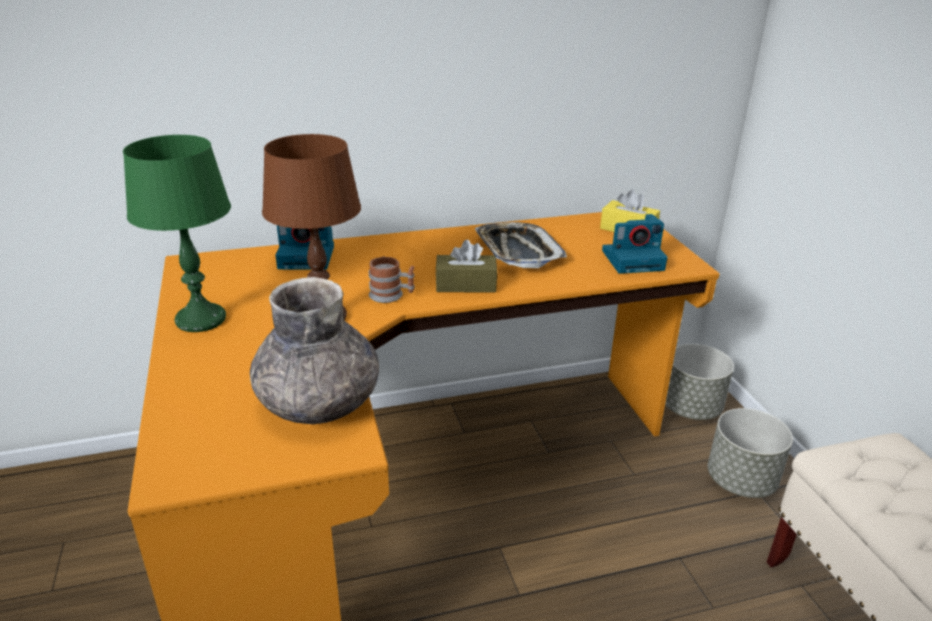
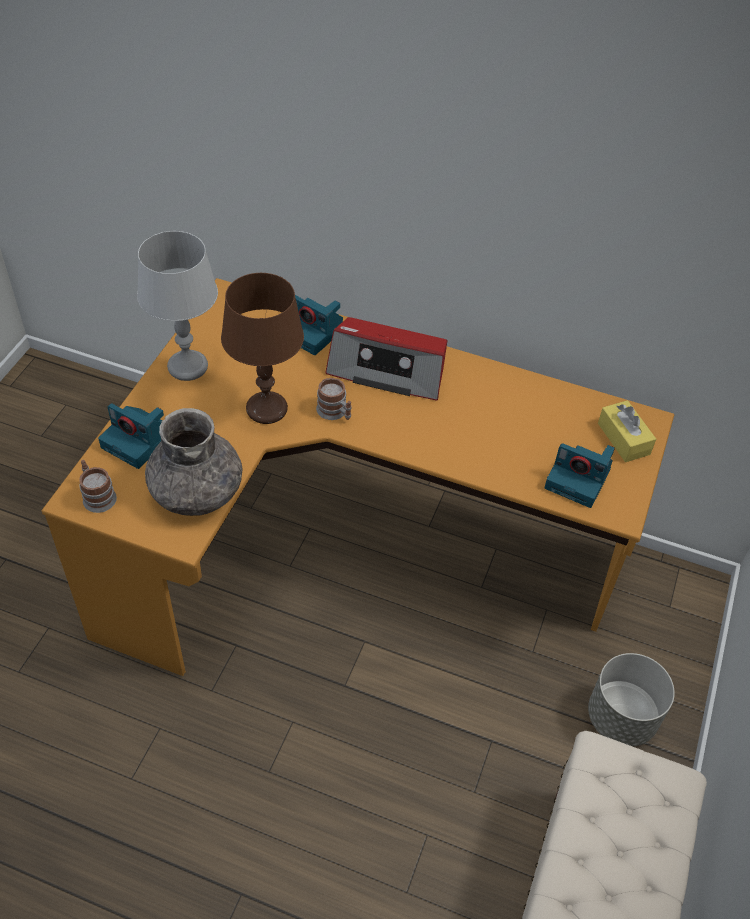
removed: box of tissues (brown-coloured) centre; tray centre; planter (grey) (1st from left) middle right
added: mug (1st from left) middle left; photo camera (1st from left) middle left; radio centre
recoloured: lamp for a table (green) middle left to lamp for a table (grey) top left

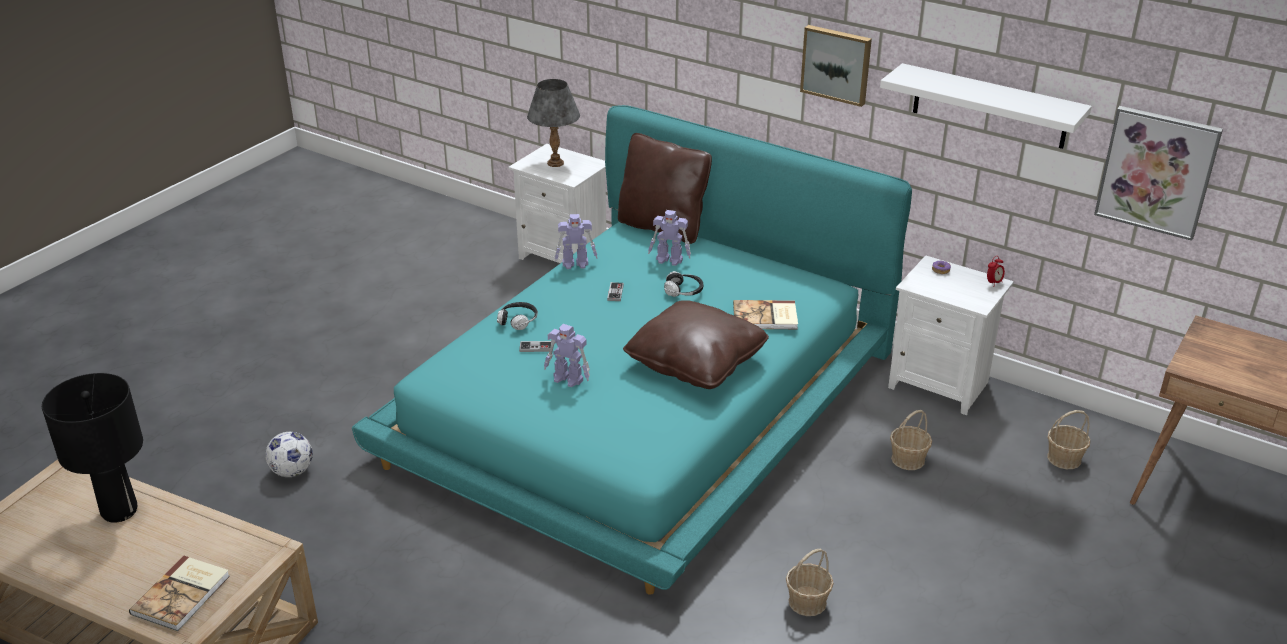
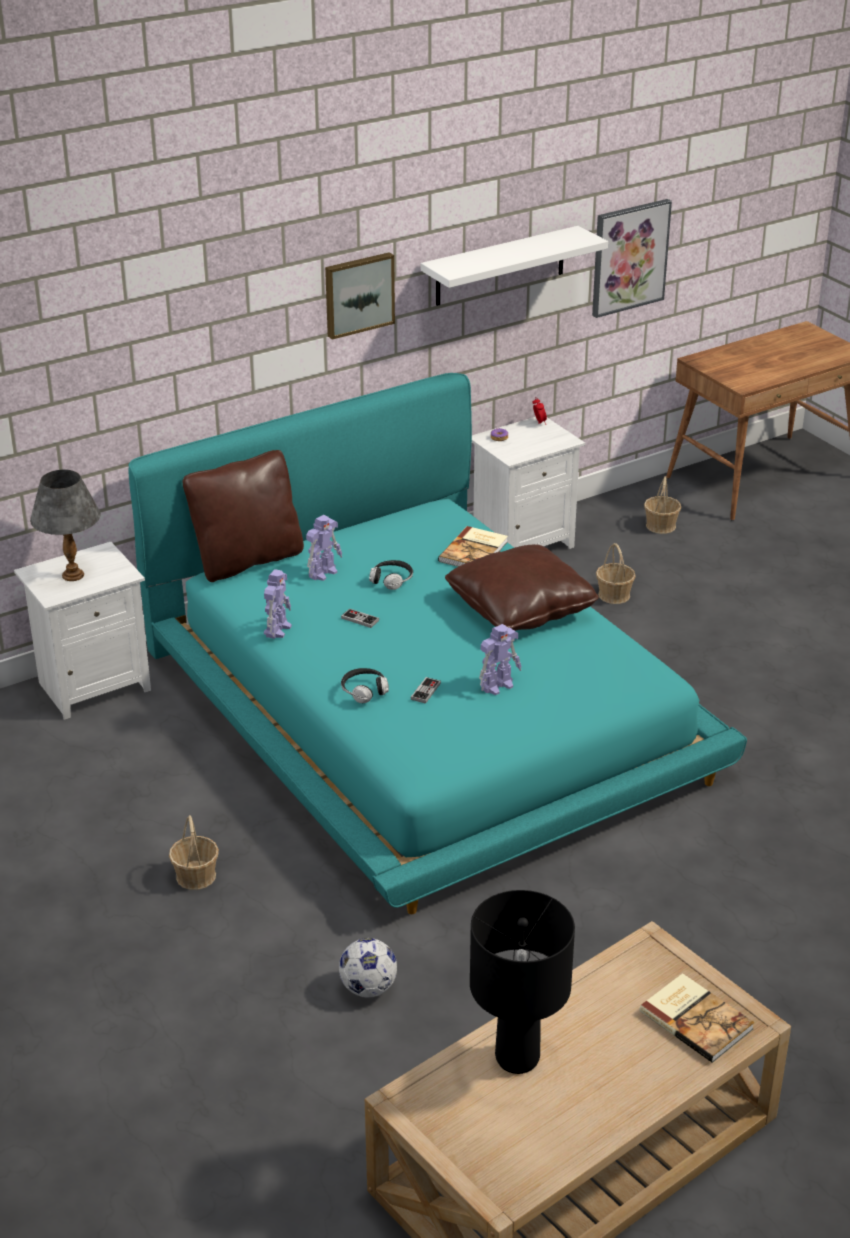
moved: storage basket (1st from left) bottom centre to bottom left

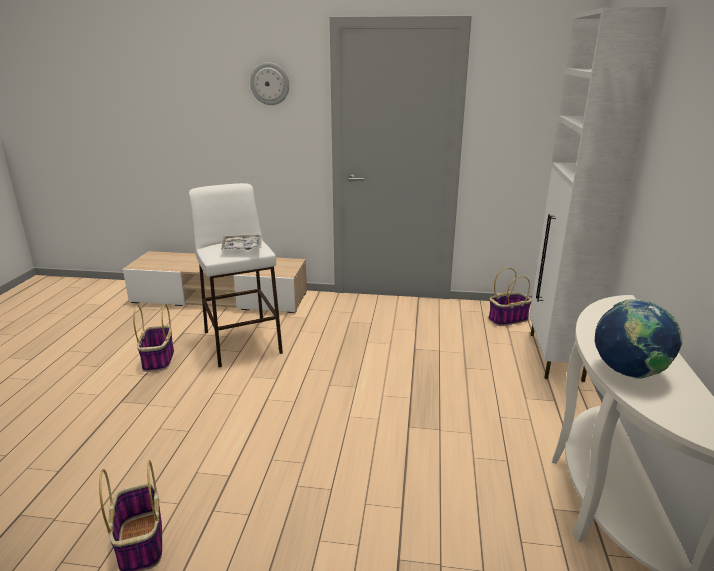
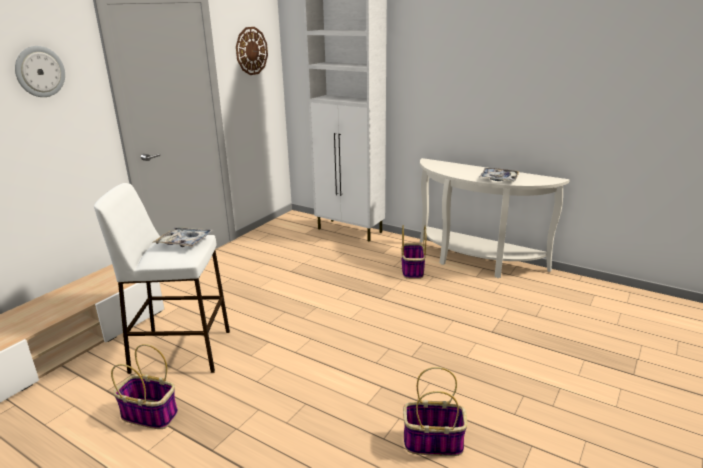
added: wall clock (2nd from left) top centre
moved: storage basket (3rd from left in the first image) middle right to storage basket (2nd from left) centre
replaced: desk globe middle right to tray (2nd from left) middle right

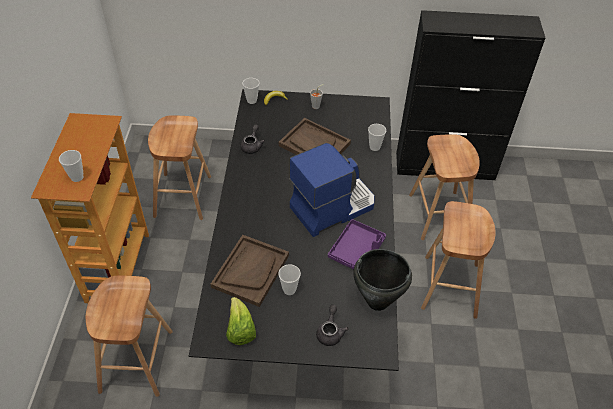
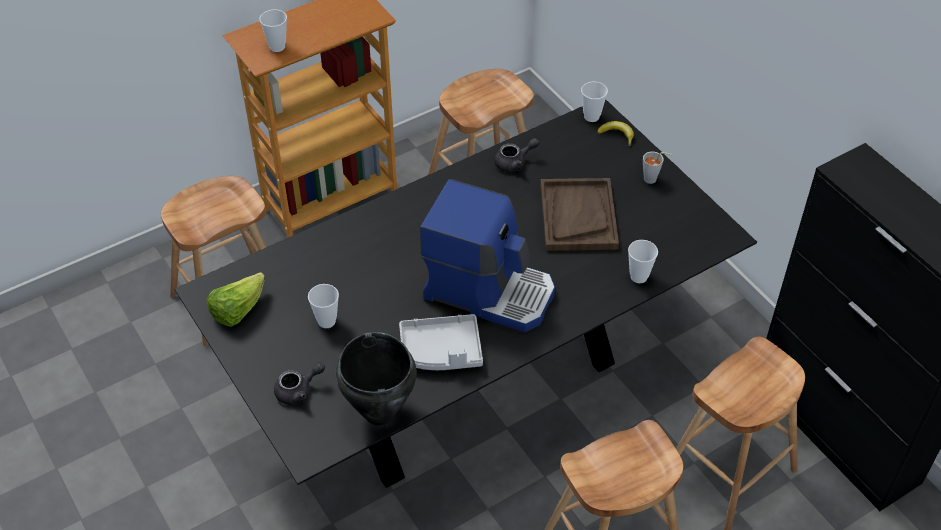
removed: tray (brown-coloured) (1st from left) centre
recoloured: tray (purple-coloured) centre to tray (grey) centre

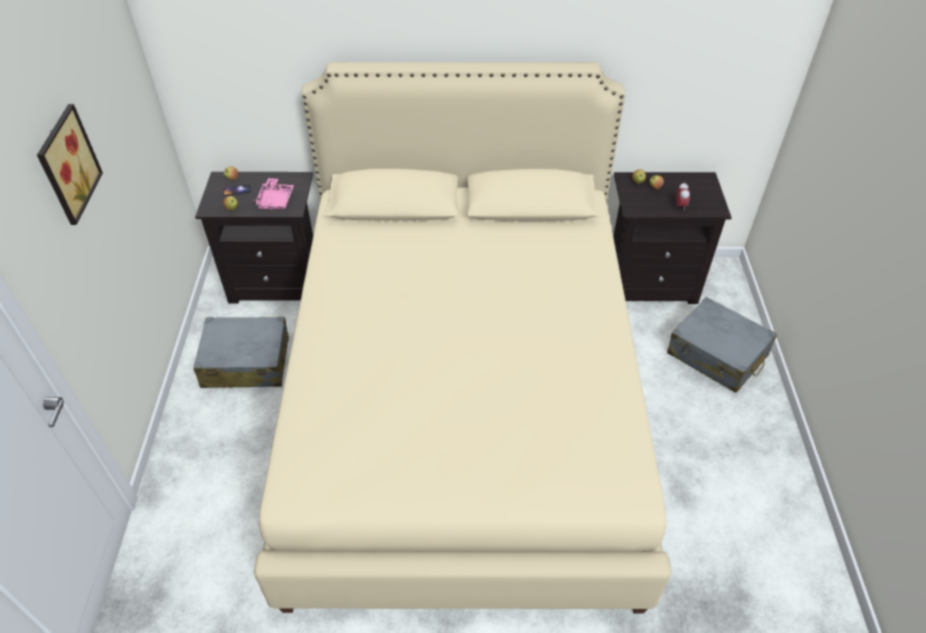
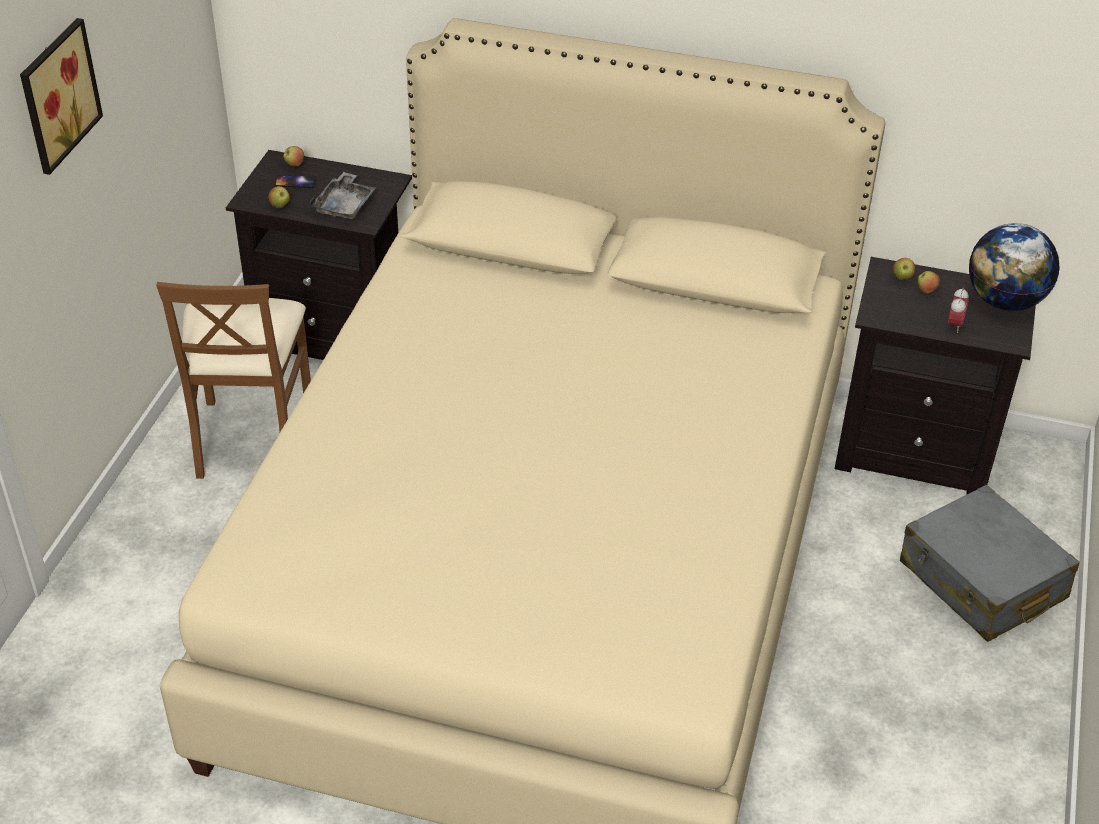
added: desk globe top right
replaced: piece of luggage (grey) (1st from left) middle left to upright chair (brown-coloured) middle left
recoloured: tray (pink) top left to tray (grey) top left

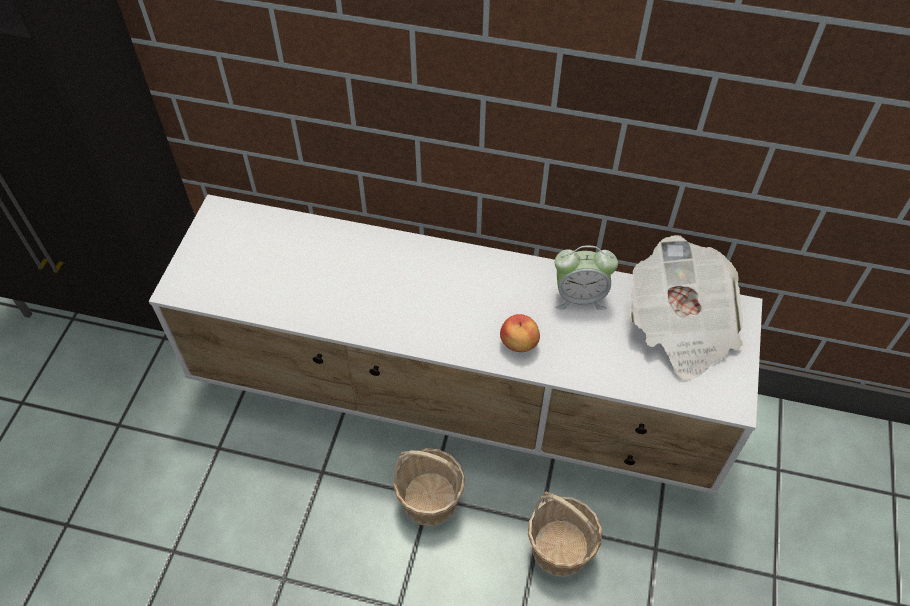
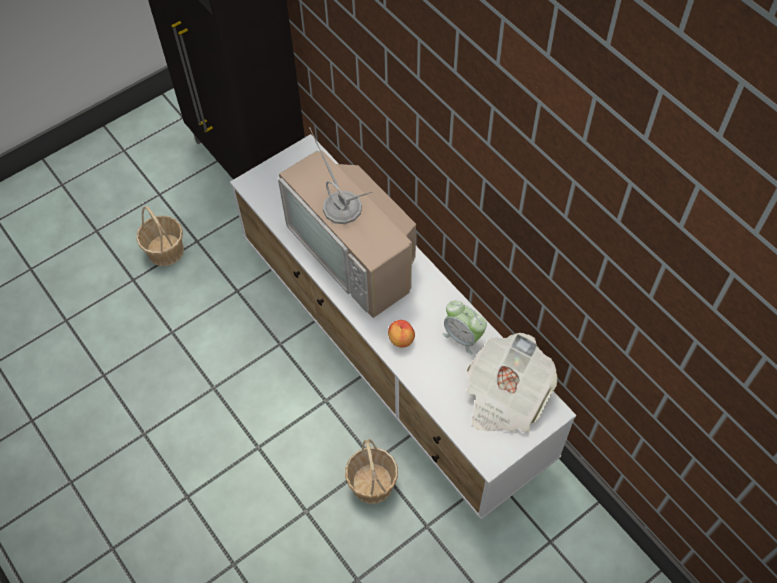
added: TV set centre
moved: storage basket (1st from left) bottom centre to middle left

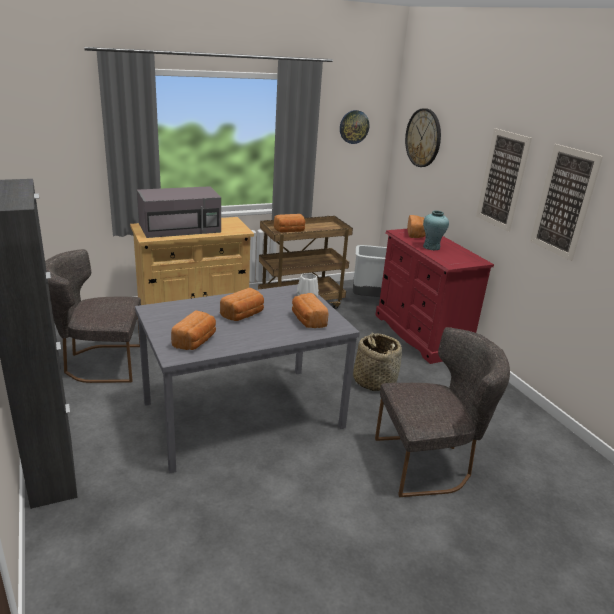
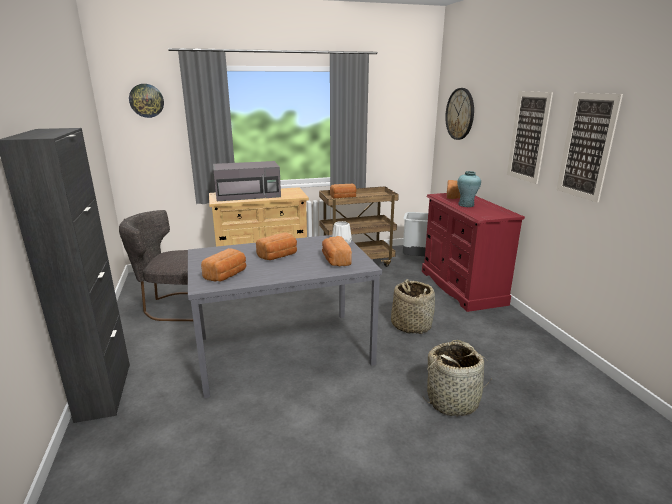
moved: wall clock (1st from left) top centre to top left
replaced: upright chair (grey) (2nd from left) bottom right to storage basket (2nd from left) bottom right

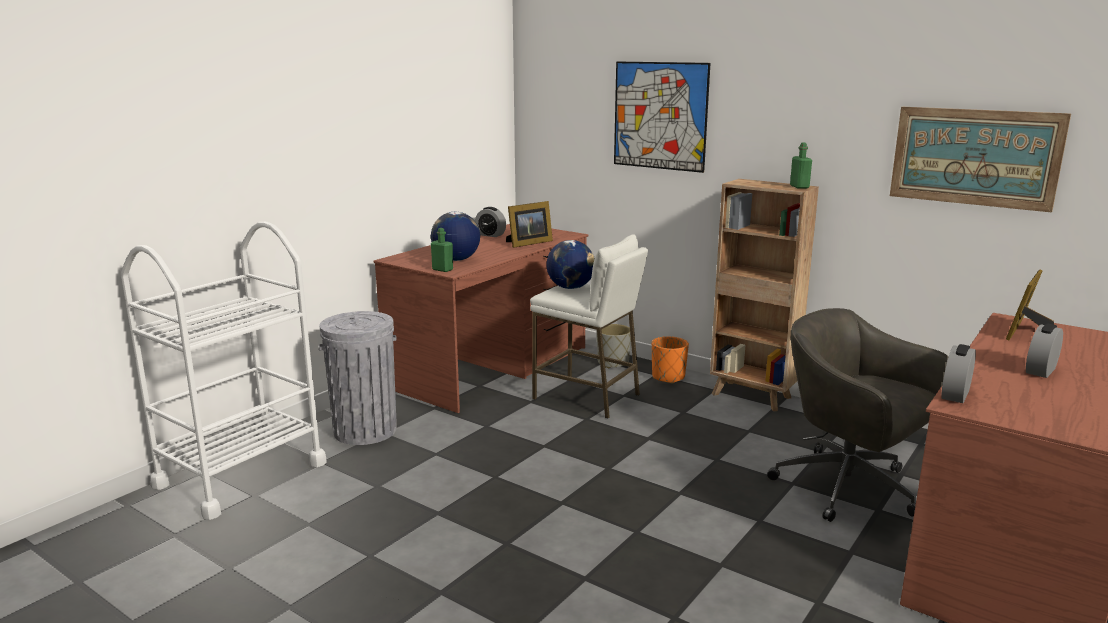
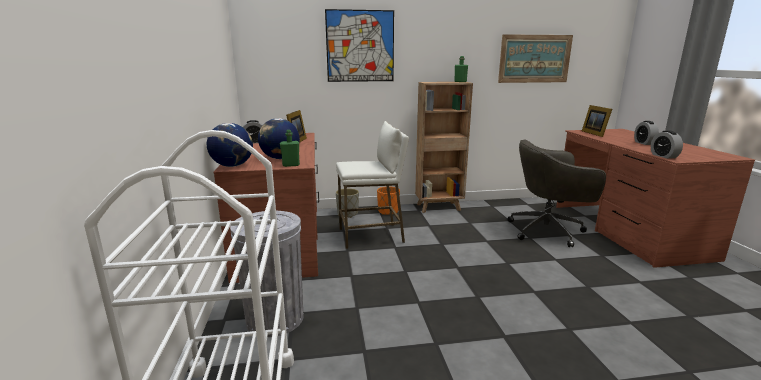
moved: desk globe (2nd from left in the first image) centre to desk globe (1st from left) middle left

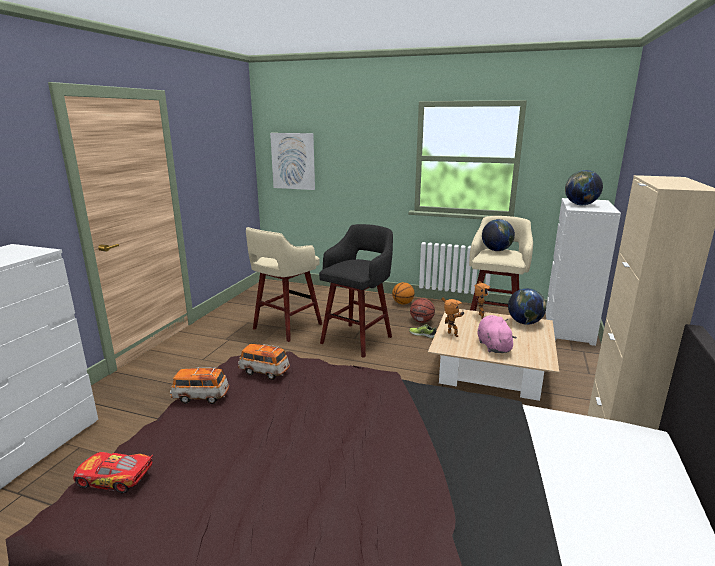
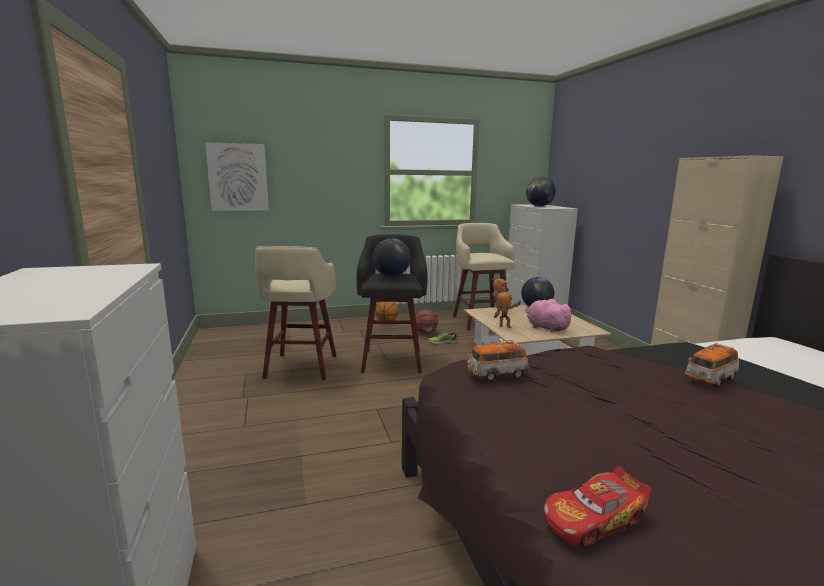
moved: toy car (2nd from left in the first image) bottom left to toy car (3rd from left) middle right; desk globe (1st from left) middle right to centre

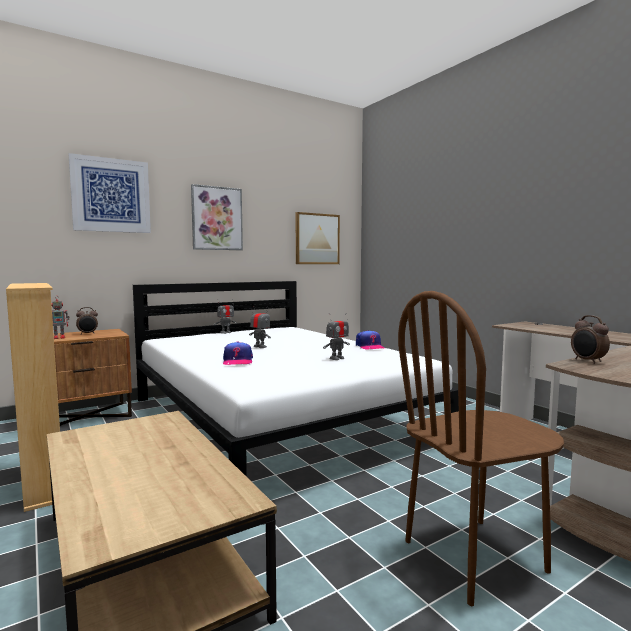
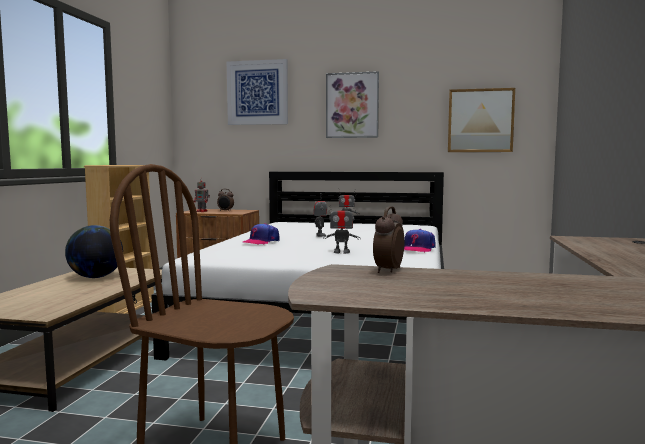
added: desk globe middle left

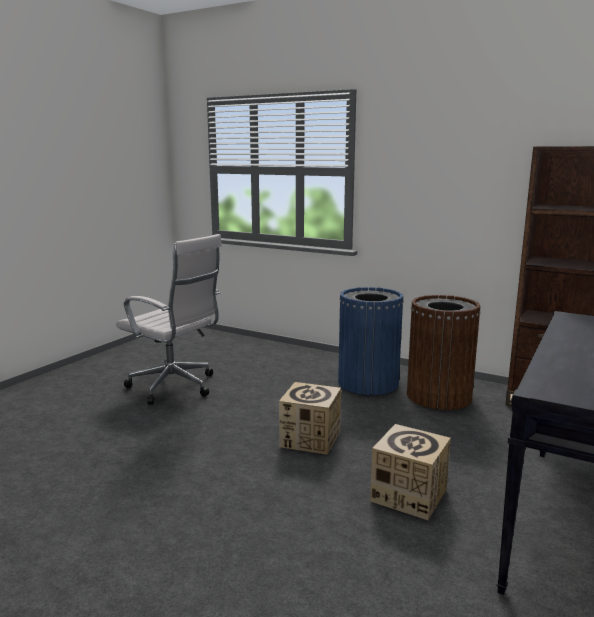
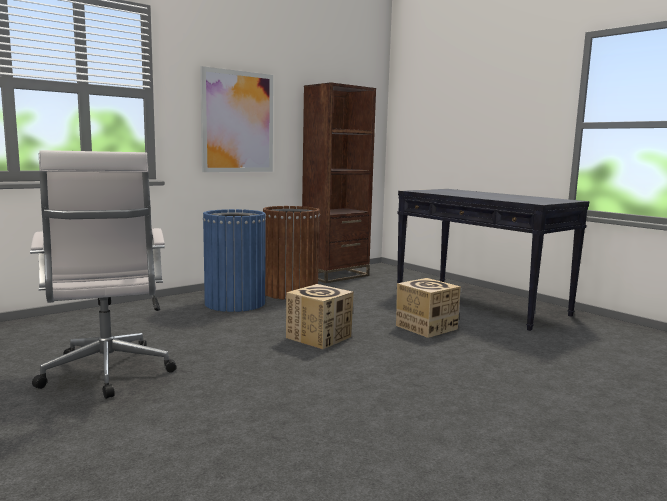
added: picture top centre
turned: computer chair (white-coloured) middle left = middle left 105 degrees clockwise

